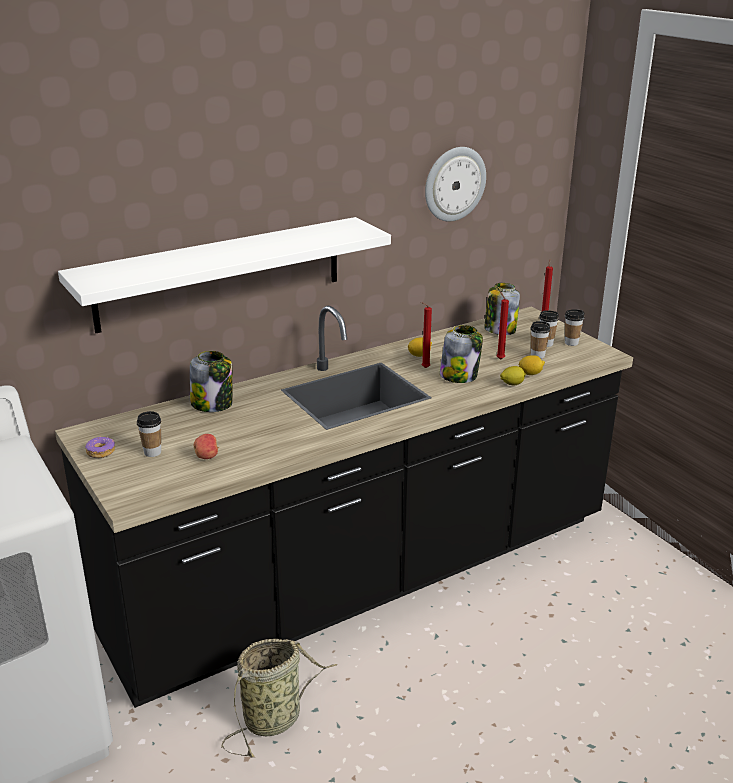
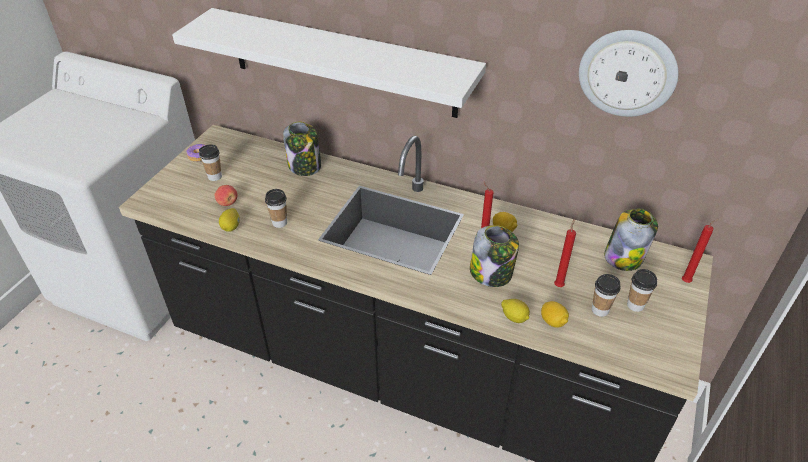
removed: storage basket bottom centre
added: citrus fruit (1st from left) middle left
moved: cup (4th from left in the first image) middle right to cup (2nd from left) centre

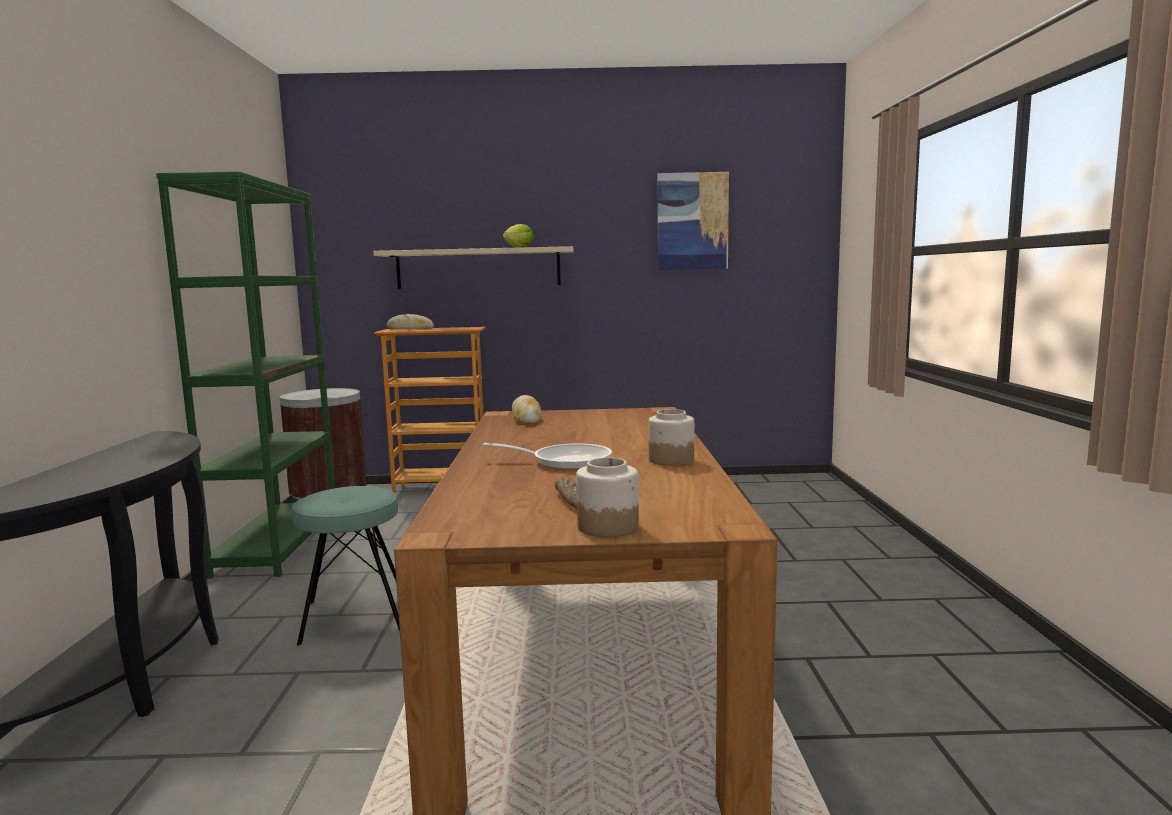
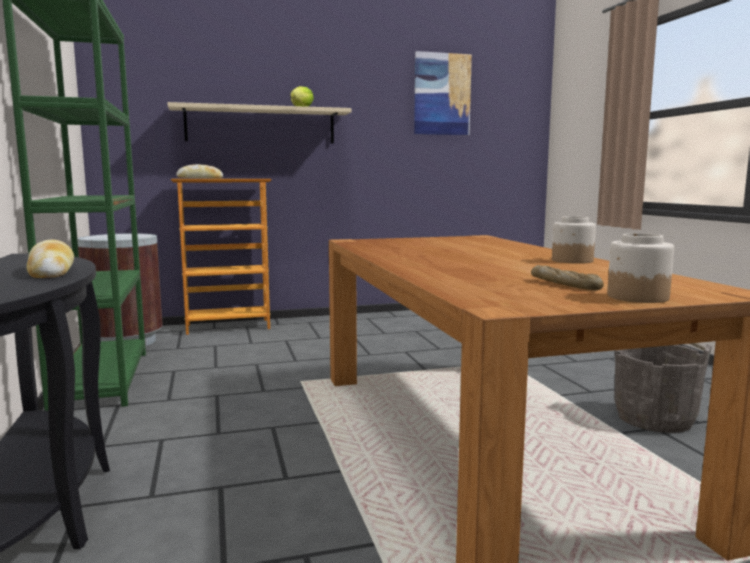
removed: stool seat (blue-green) bottom left; skillet centre
added: water bucket (grey) bottom right
moved: bakery bread (2nd from left in the first image) centre to bakery bread (1st from left) middle left

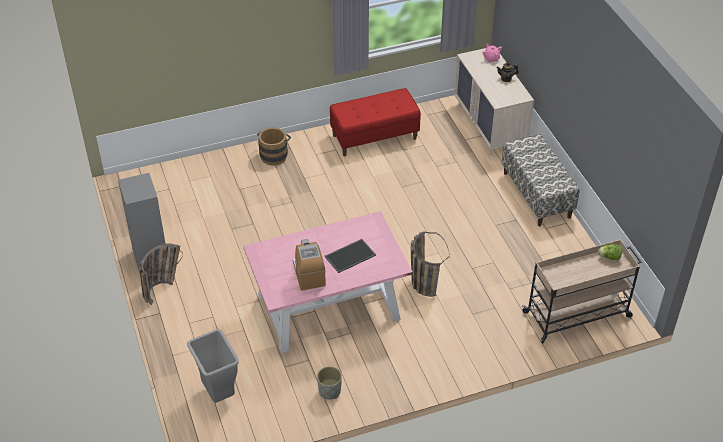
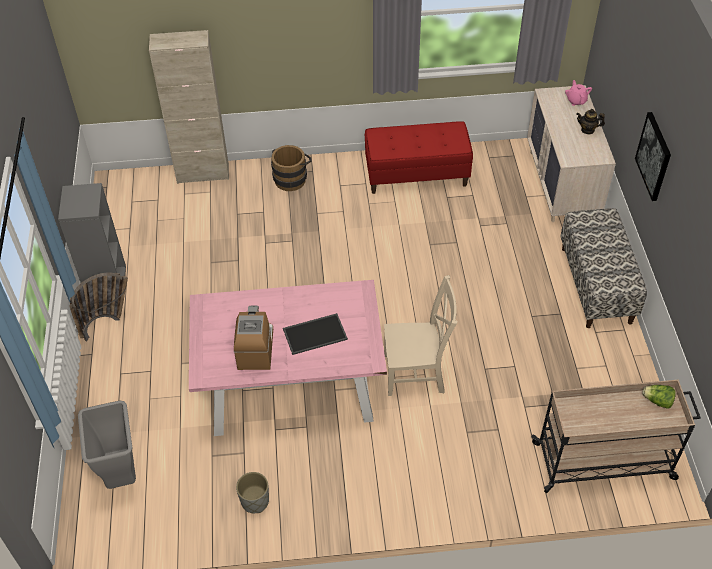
added: cupboard (sand-coloured) top left; picture top right
replaced: storage basket (2nd from left) centre to upright chair (sand-coloured) centre

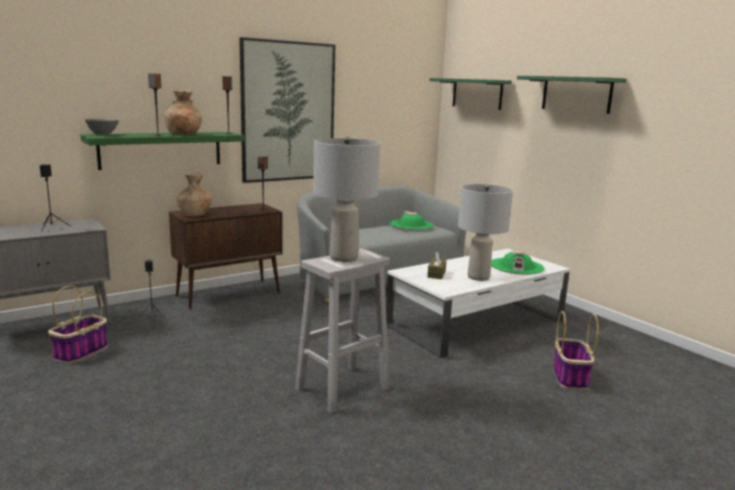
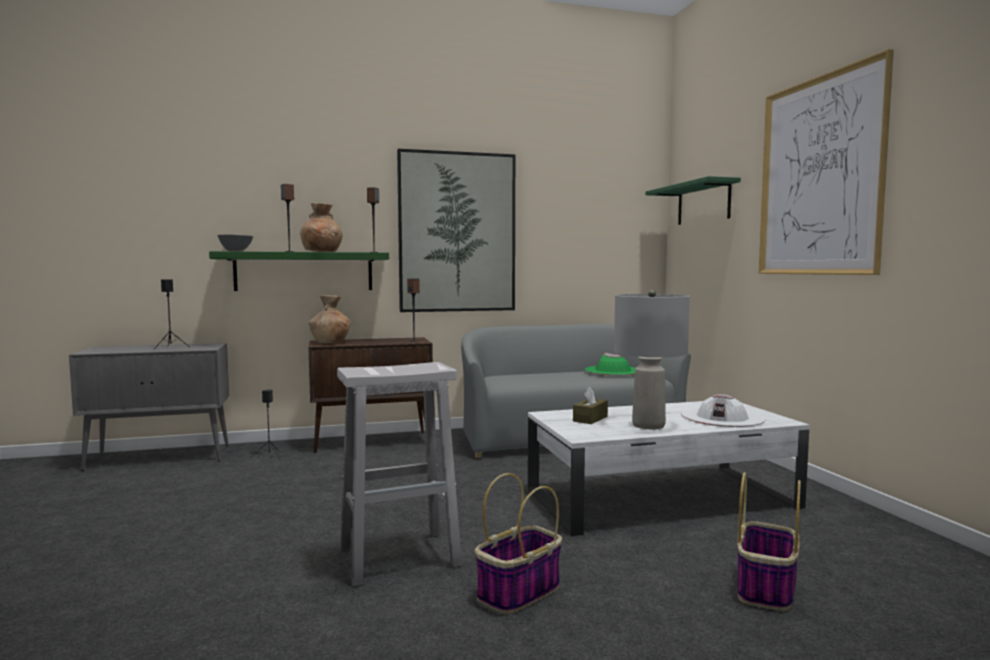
removed: lamp for a table (grey) (1st from left) centre
moved: storage basket (1st from left) middle left to bottom centre
replaced: wall shelf (green) (3rd from left) top right to picture (2nd from left) top right
recoloured: clothing hat (green) (2nd from left) middle right to clothing hat (white-coloured) middle right

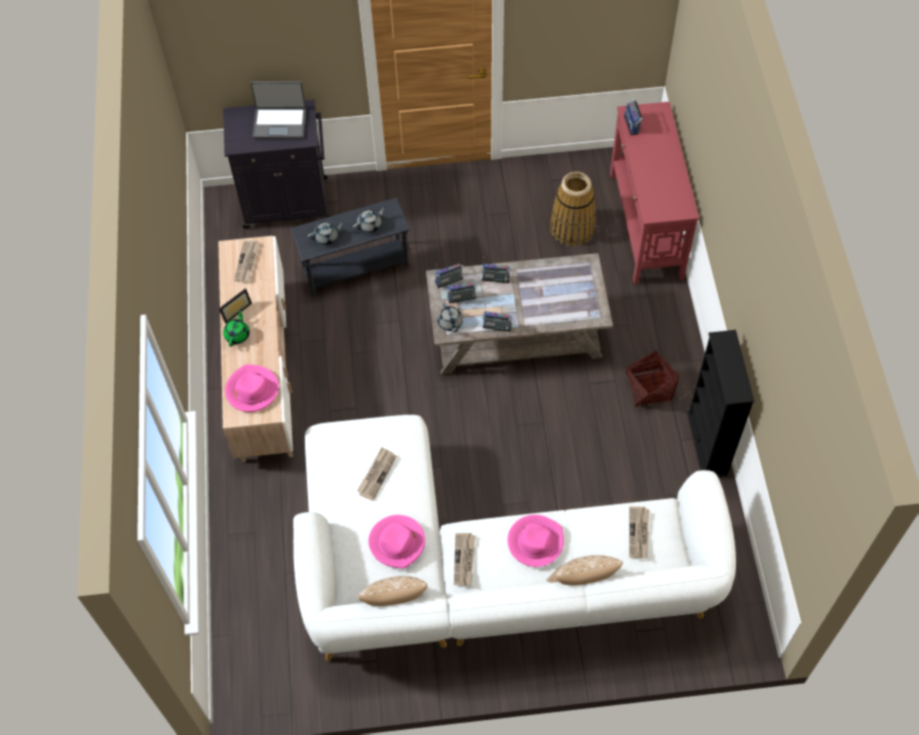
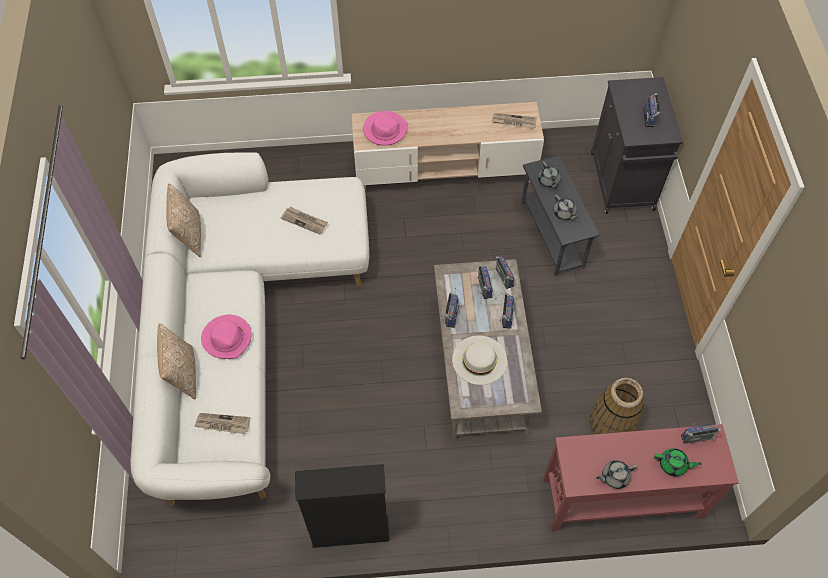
removed: picture frame middle left; clothing hat (pink) (2nd from left) bottom centre; newspaper (3rd from left) bottom centre; storage basket (2nd from left) middle right
added: clothing hat (white-coloured) centre
moved: tea pot (green) middle left to bottom right; tea pot (grey) (3rd from left) centre to bottom right
replaced: notebook computer top left to radio (5th from left) top right

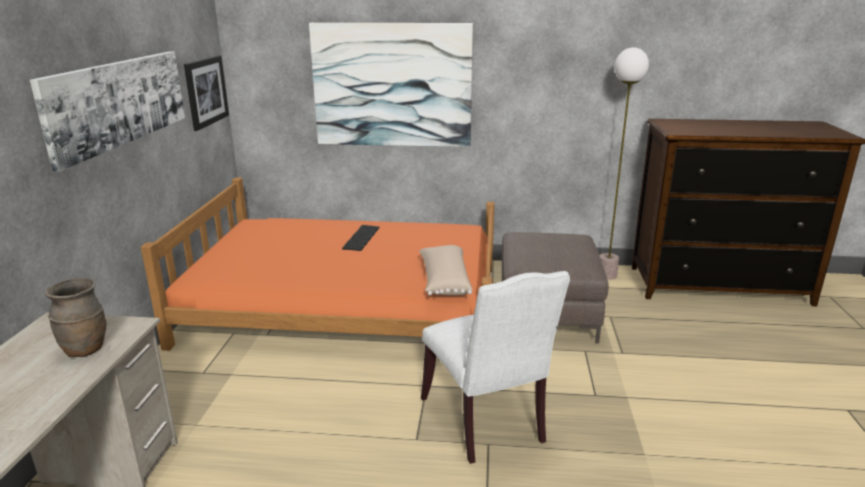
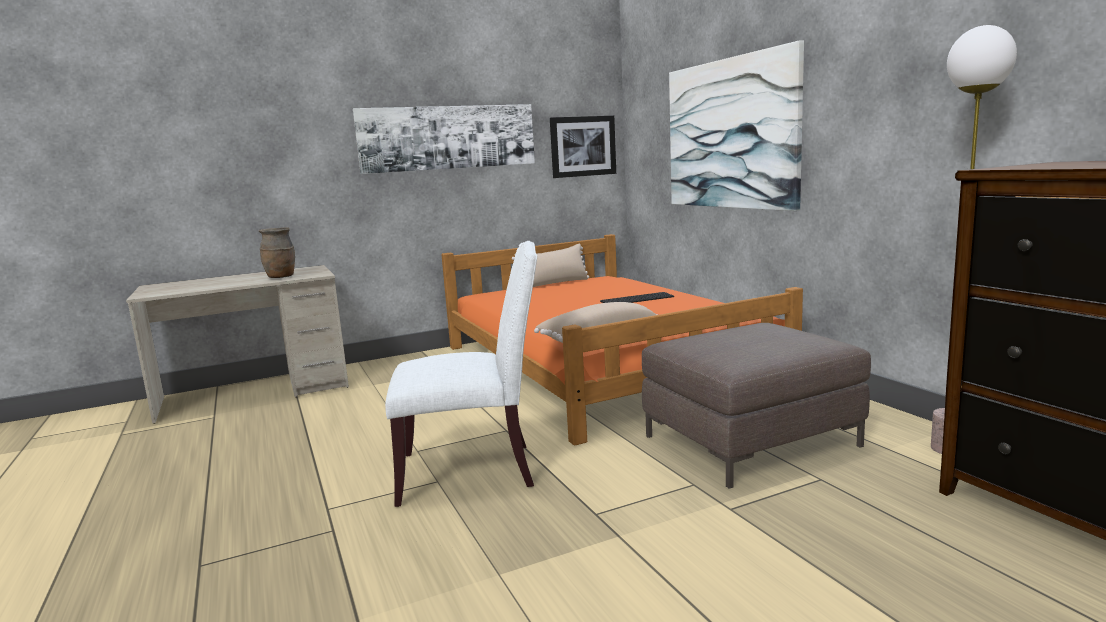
added: pillow (sand-coloured) (1st from left) centre
turned: upright chair (white-coloured) bottom centre = centre 135 degrees counterclockwise

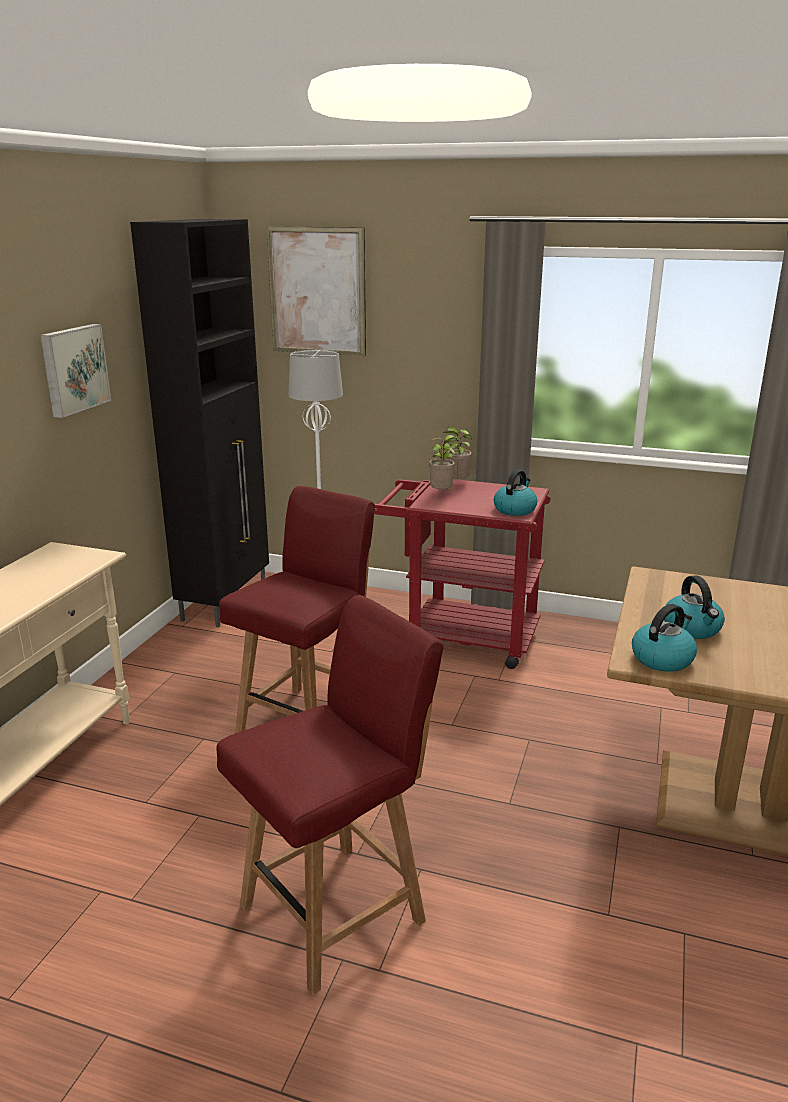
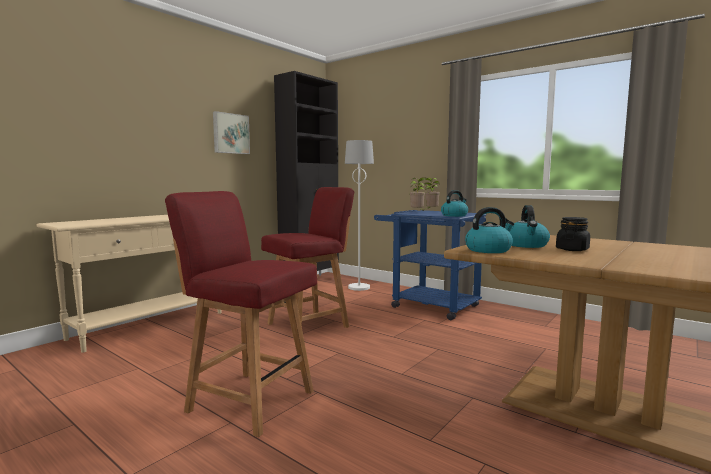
removed: picture (2nd from left) top centre
added: storage jar (black) middle right
recoloured: cart (reddish) centre to cart (blue) centre
turned: upright chair (reddish) (2nd from left in the first image) bottom centre = centre 135 degrees counterclockwise

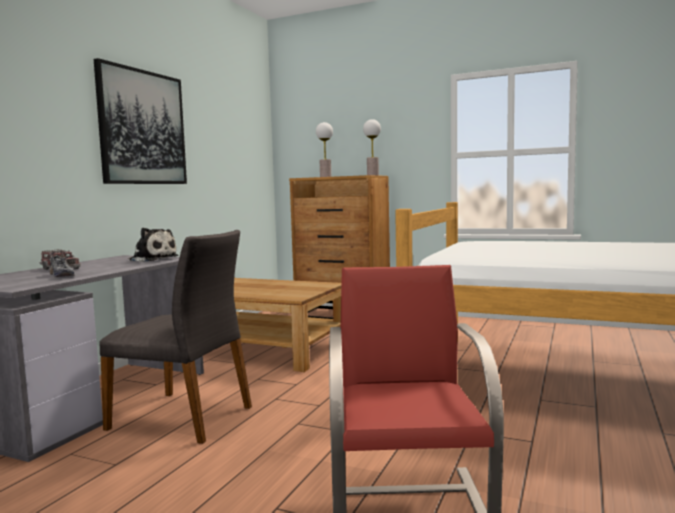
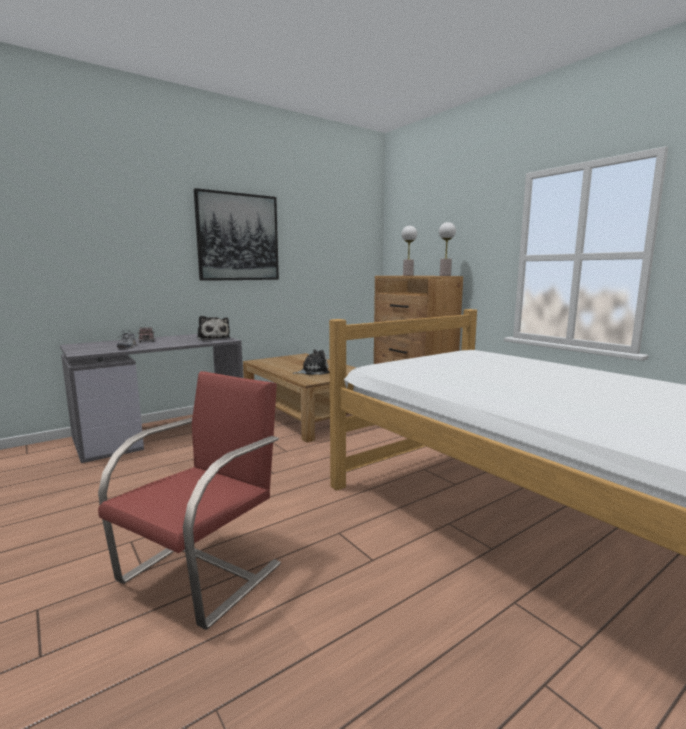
removed: upright chair (grey) middle left
added: cuddly toy (2nd from left) centre

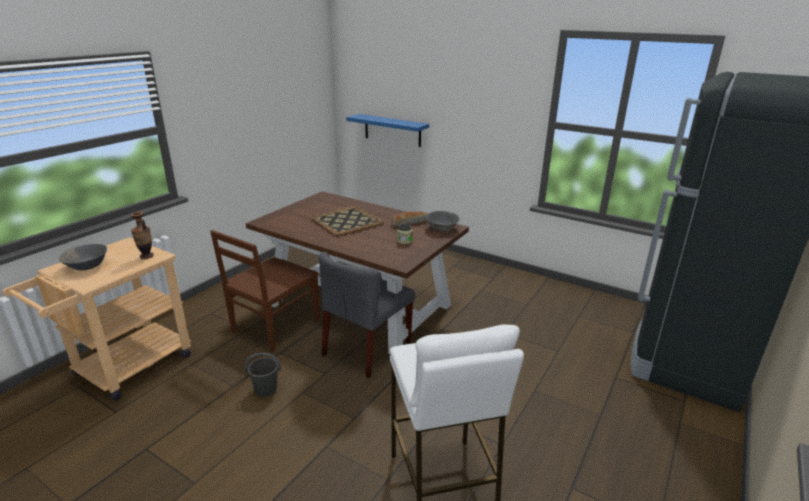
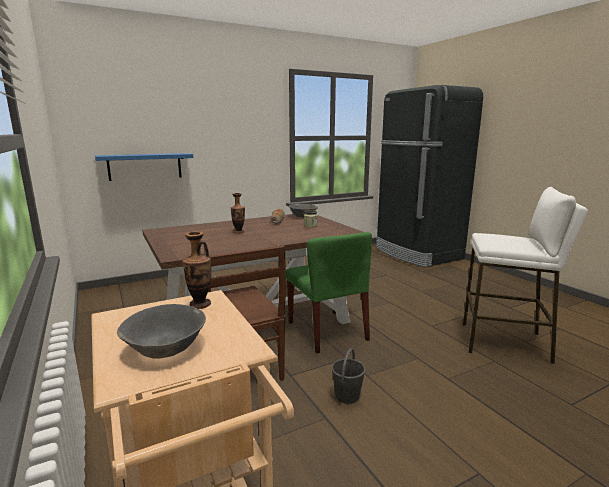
replaced: tray centre to flower vase (2nd from left) centre
recoloured: upright chair (grey) centre to upright chair (green) centre

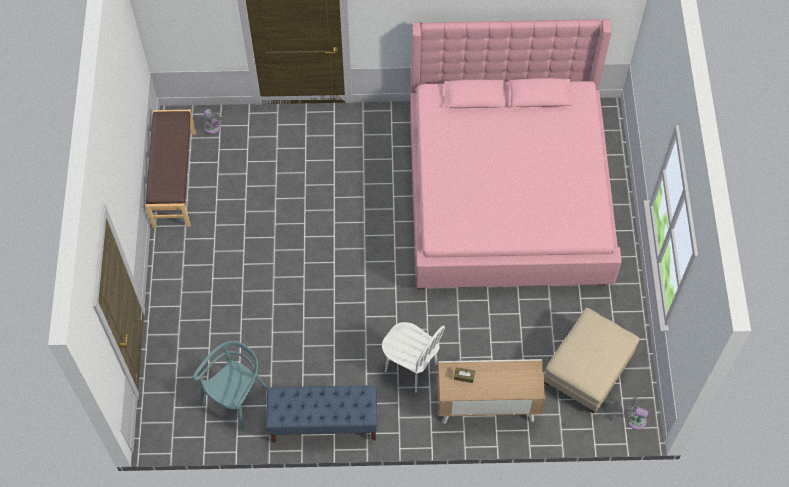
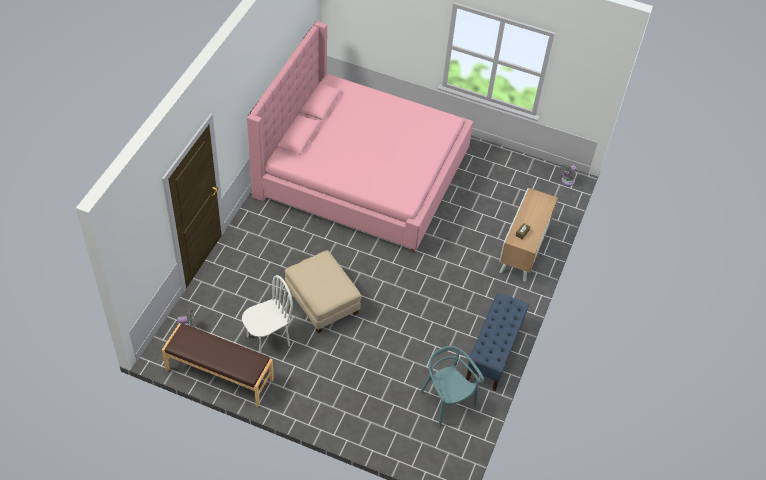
moved: upright chair (white-coloured) bottom centre to centre; pouffe (sand-coloured) bottom right to centre

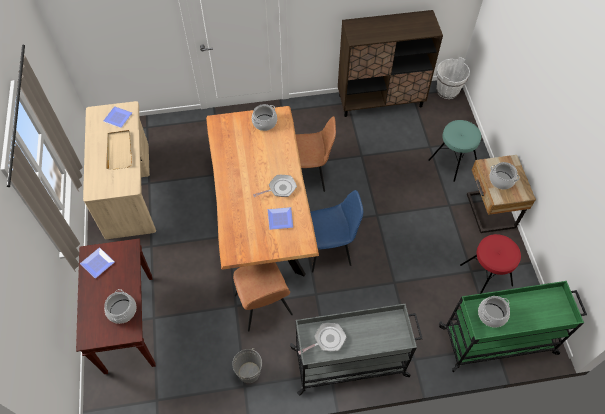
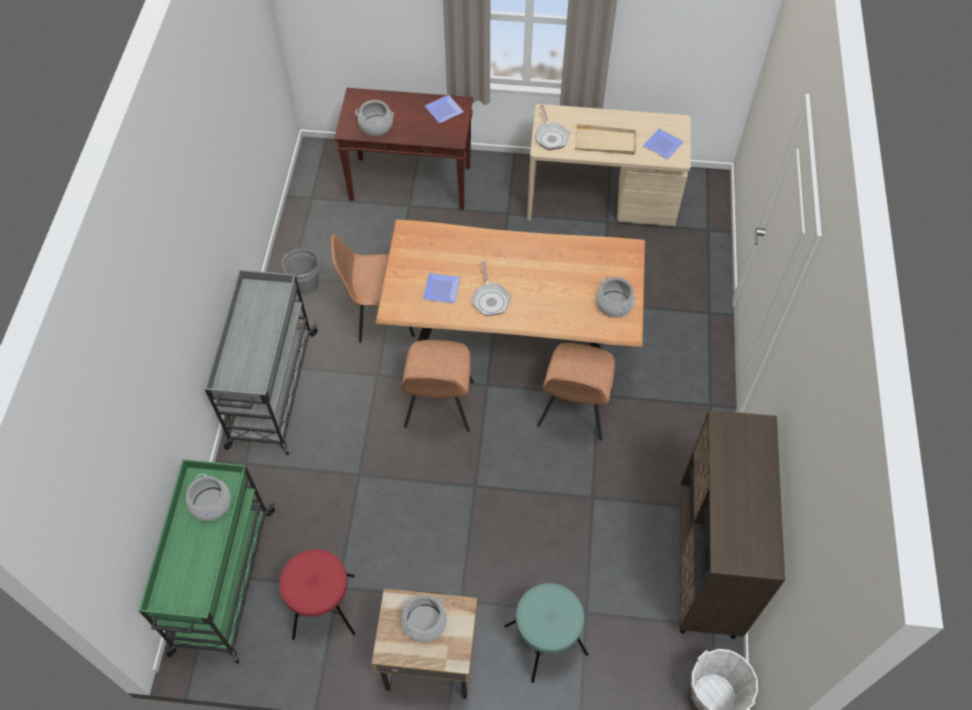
moved: skillet (2nd from left) bottom centre to top centre
recoloured: upright chair (blue) centre to upright chair (brown-coloured) (2nd from left) centre

